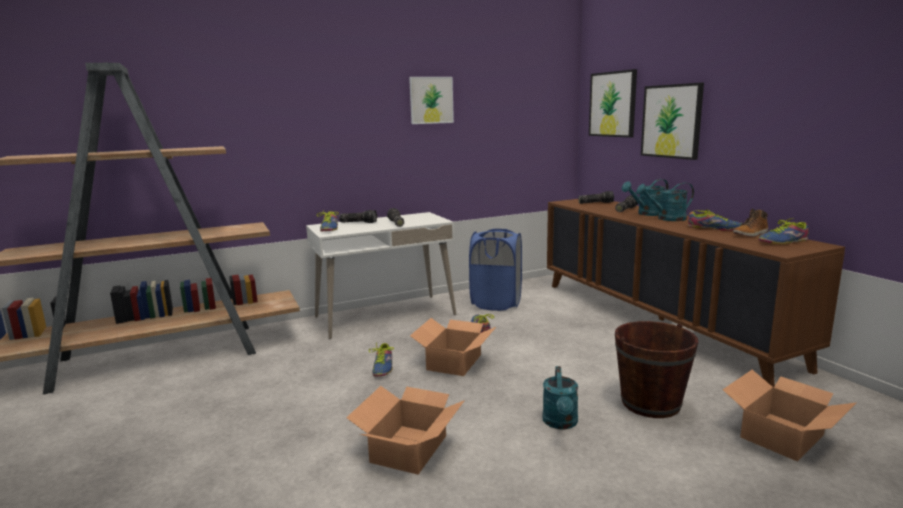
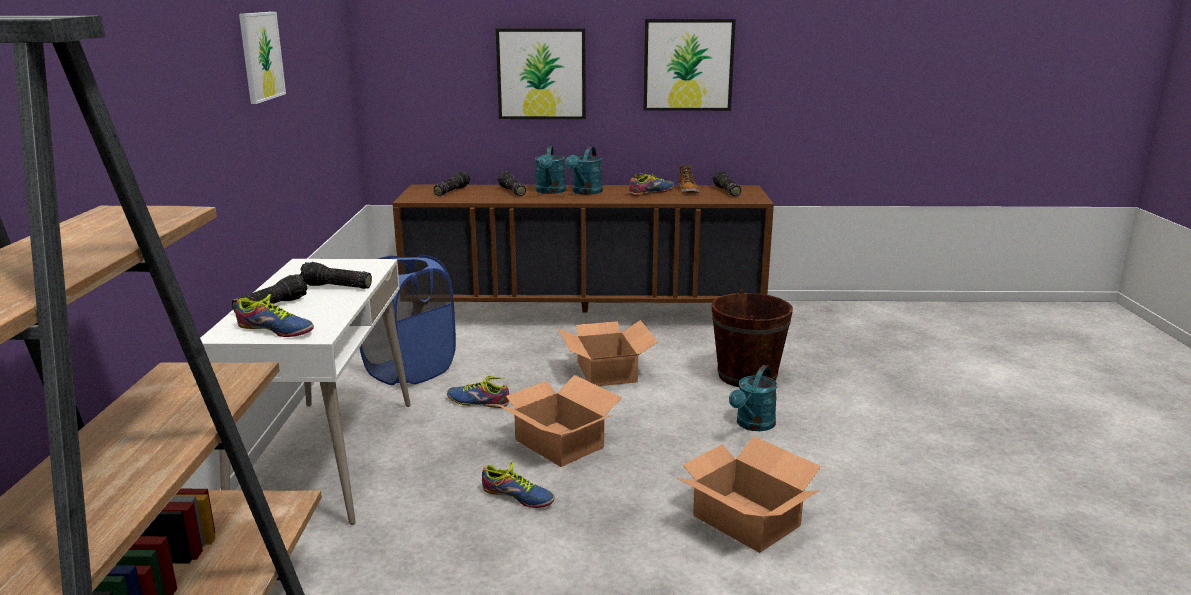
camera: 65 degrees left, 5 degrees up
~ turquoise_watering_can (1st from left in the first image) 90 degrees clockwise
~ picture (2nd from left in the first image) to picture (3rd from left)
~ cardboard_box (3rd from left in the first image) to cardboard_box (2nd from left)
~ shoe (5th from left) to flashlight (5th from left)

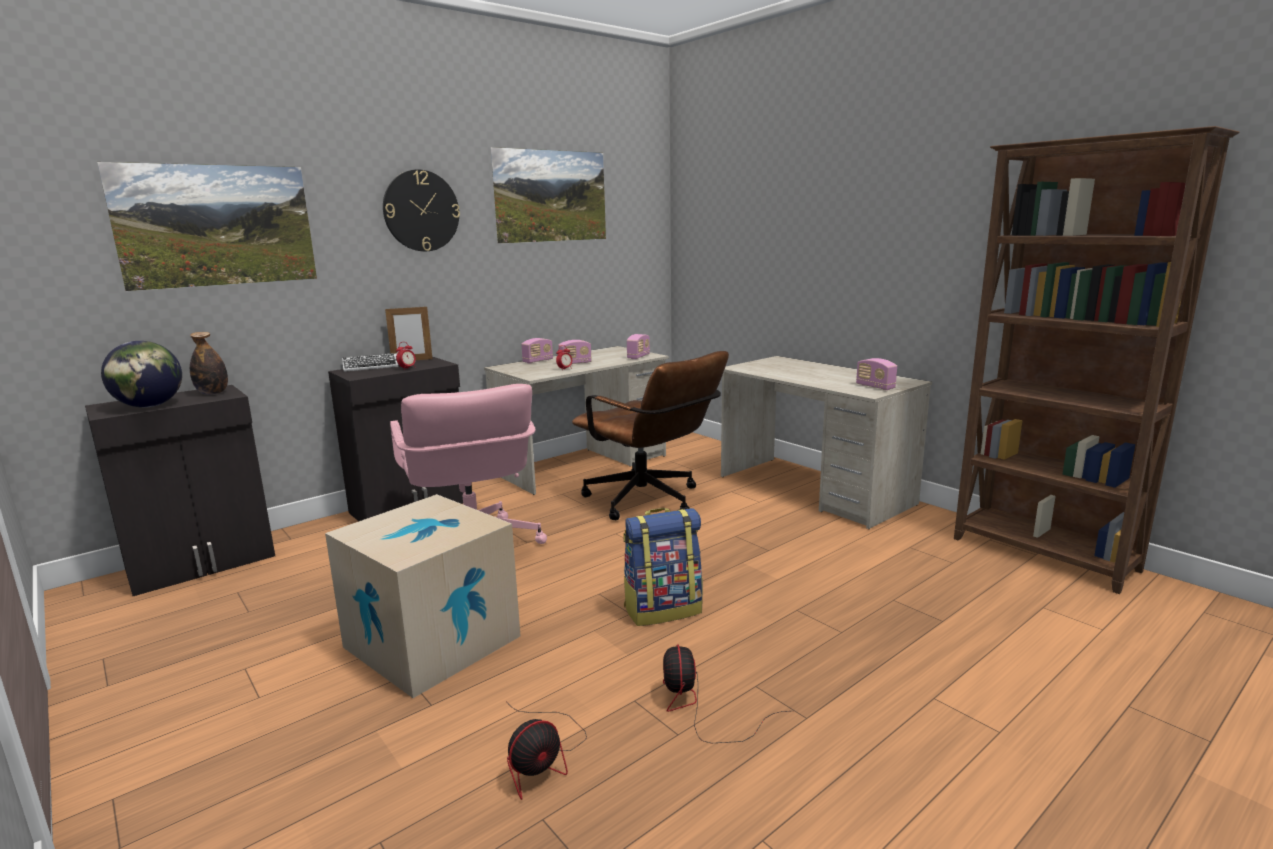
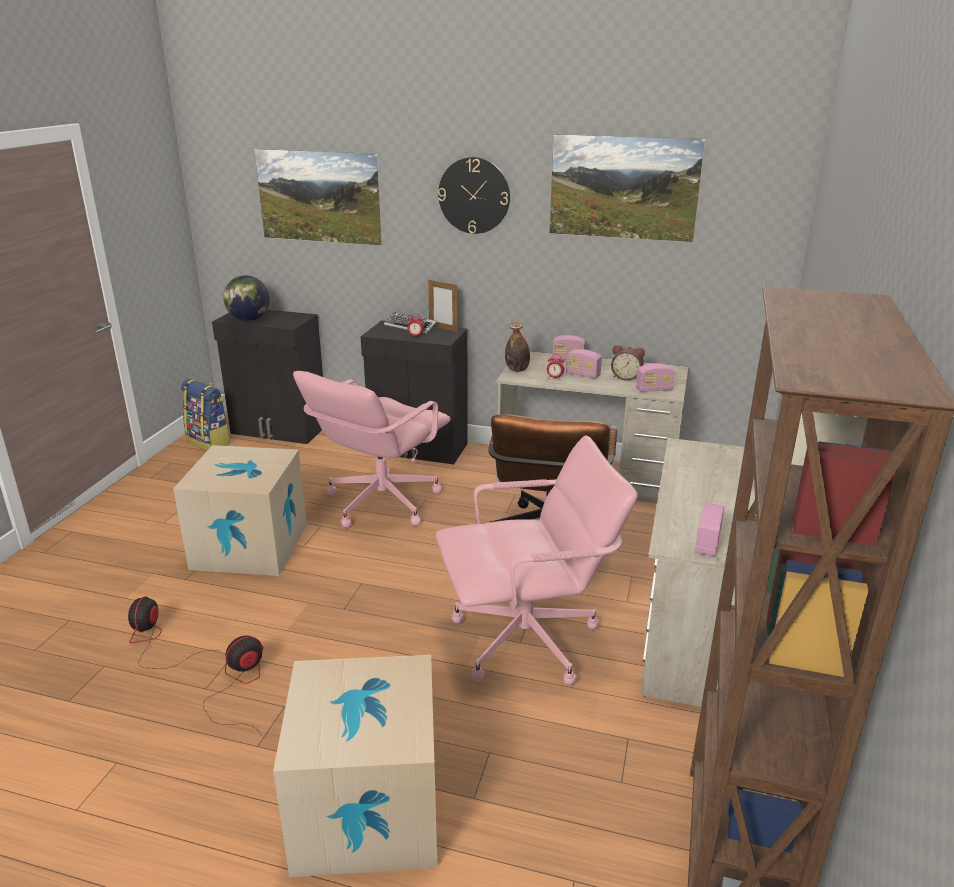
camera: 55 degrees right, 10 degrees up
~ bottle
~ fan (1st from left) 75 degrees clockwise
~ backpack
+ cardboard_box (2nd from left)
+ pink_office_chair (2nd from left)
+ alarm_clock (3rd from left)

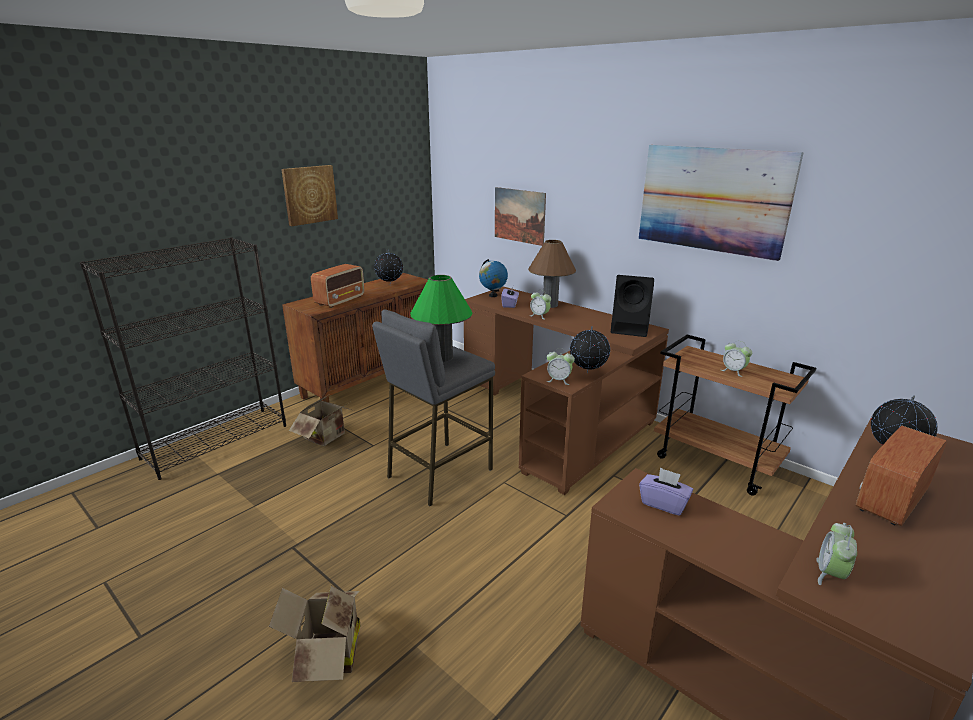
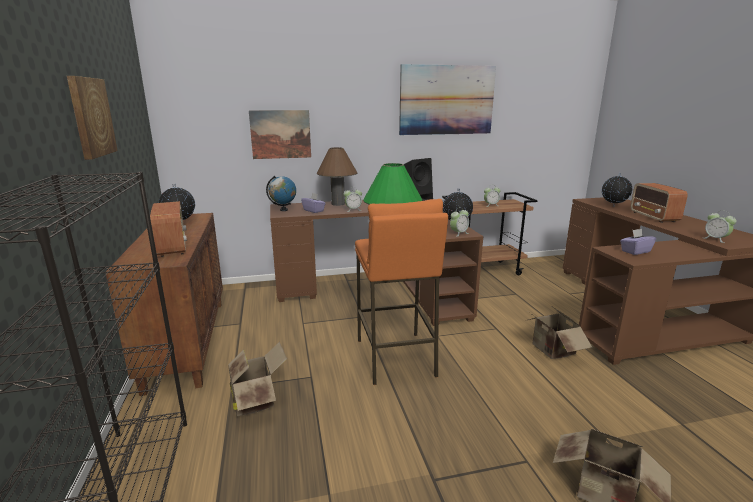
camera: 55 degrees left, 5 degrees down
~ grey_stool to orange_stool
+ cardboard_box (2nd from left)

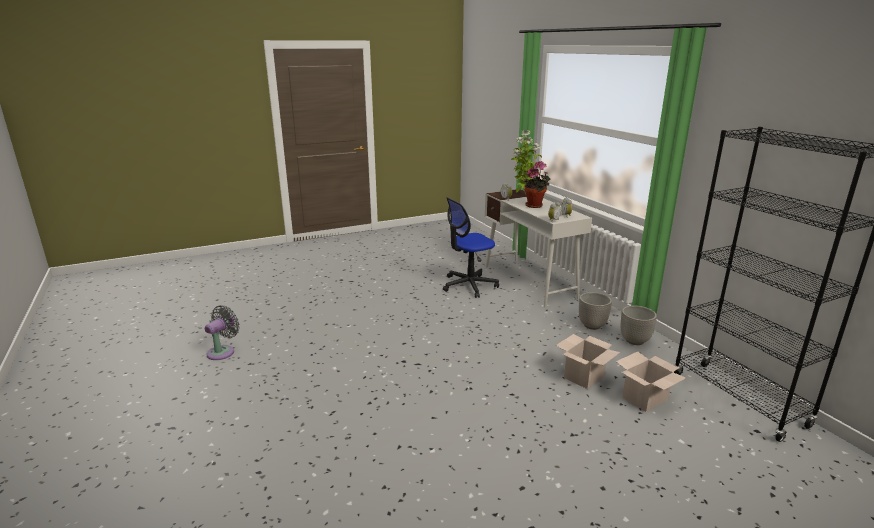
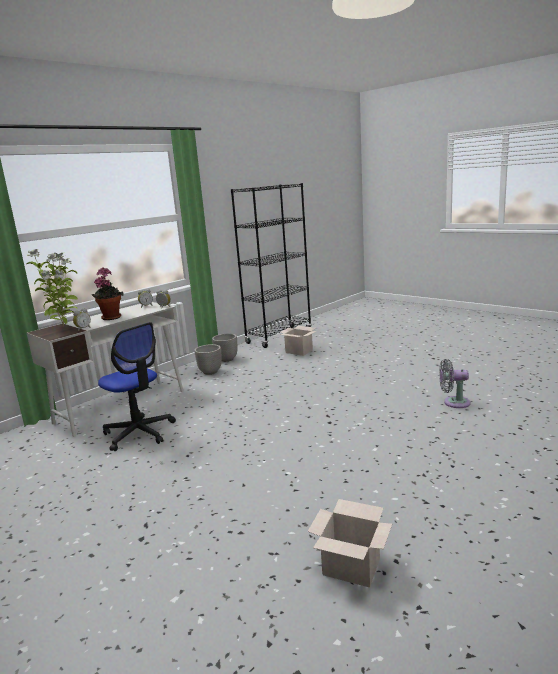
camera: 110 degrees left, 5 degrees down
~ grey_fan
~ cardboard_box (1st from left in the first image) to cardboard_box (2nd from left)

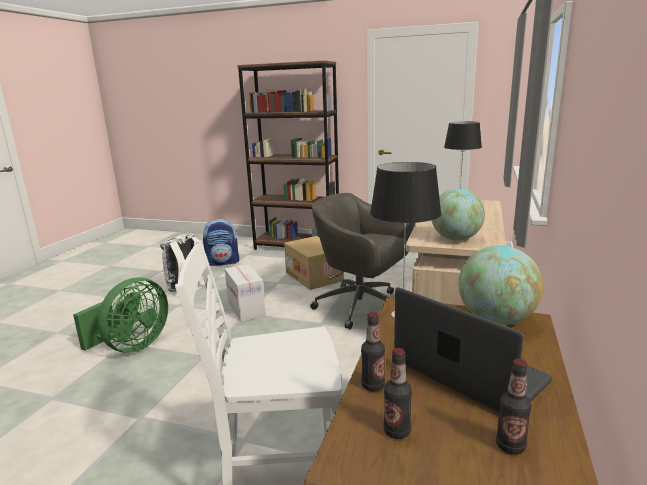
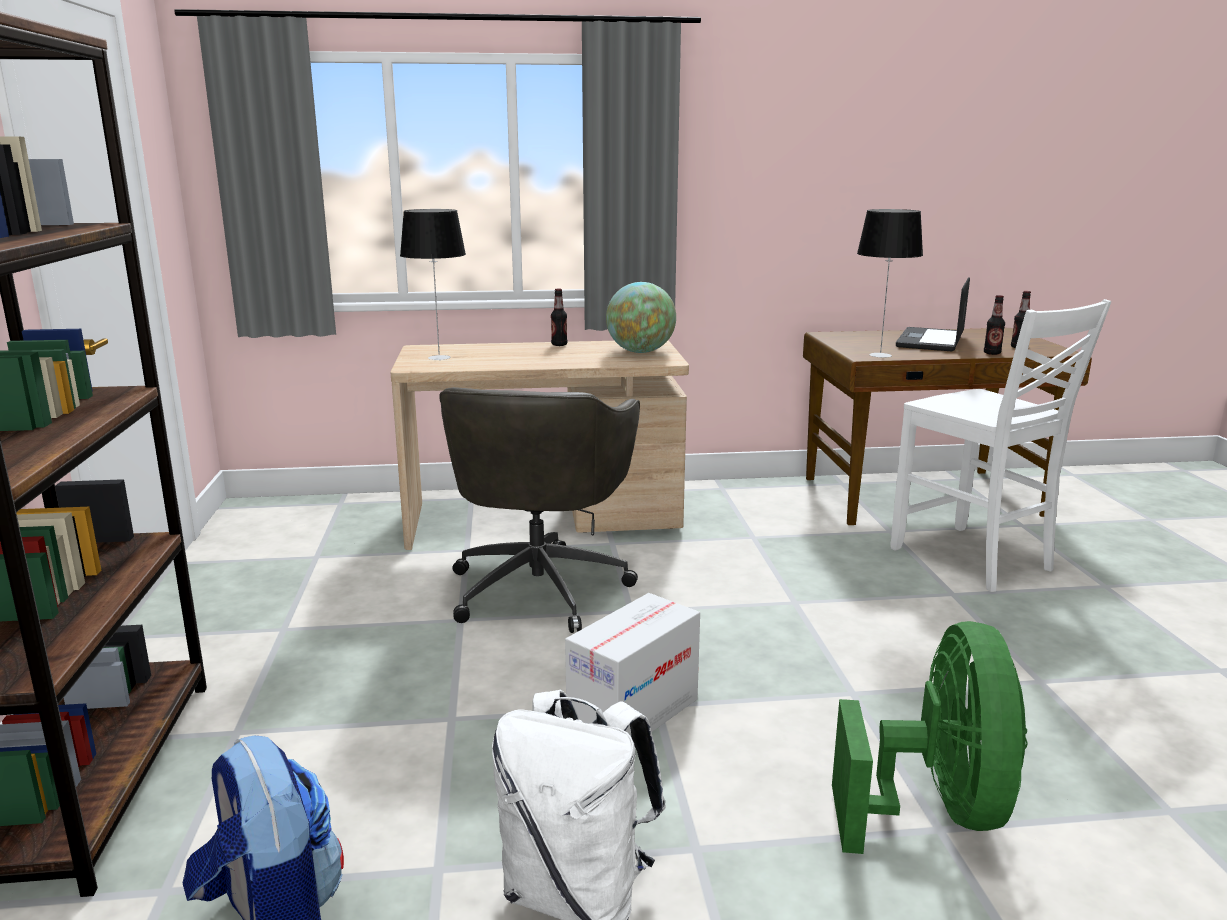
camera: 115 degrees left, 0 degrees up
~ green_fan 90 degrees clockwise
- cardboard_box (2nd from left)
- globe (2nd from left)
~ bottle (3rd from left in the first image) to bottle (1st from left)

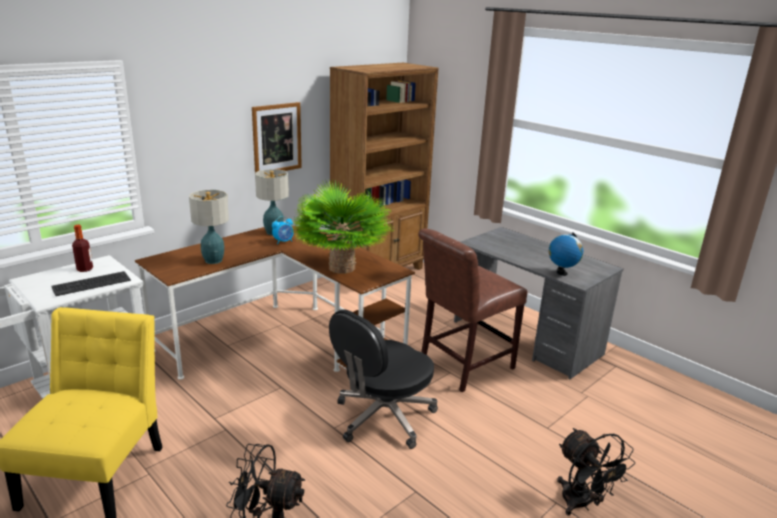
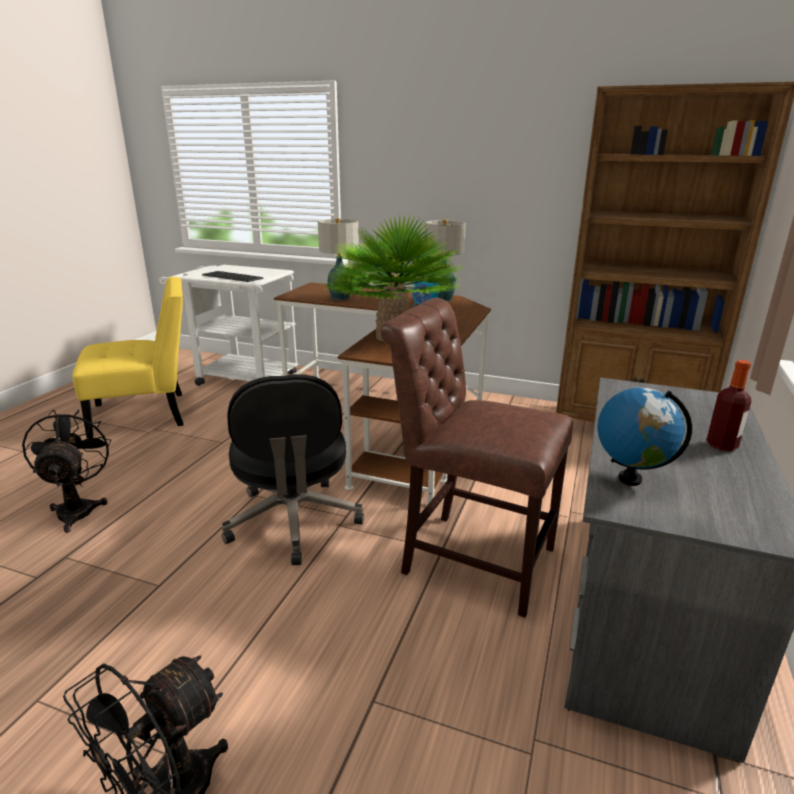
camera: 65 degrees right, 0 degrees up
~ bottle
- picture
~ black_office_chair 120 degrees counterclockwise

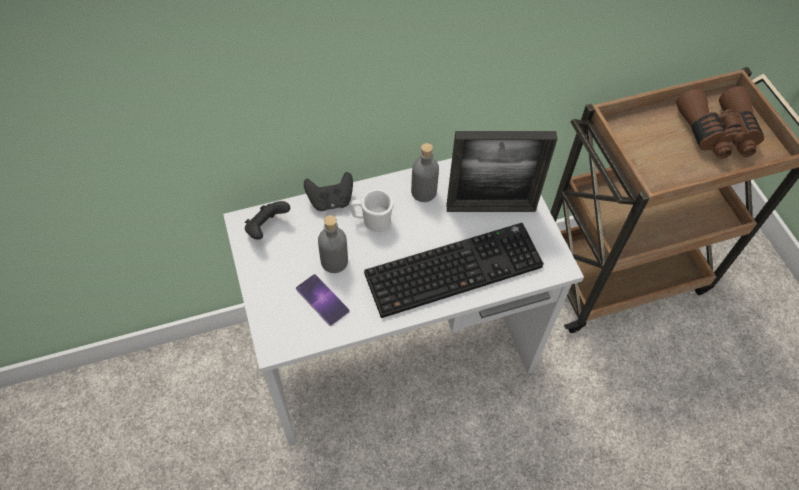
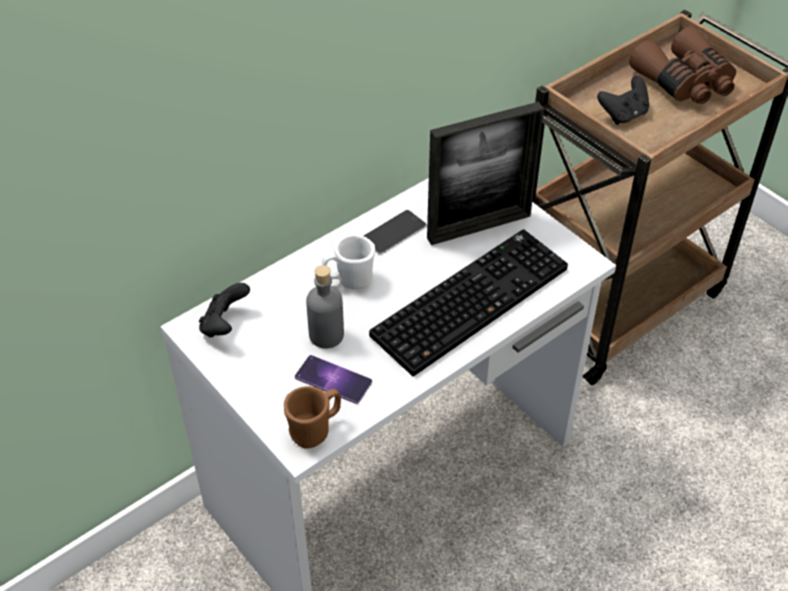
camera: 20 degrees left, 10 degrees down
~ black_game_controller (2nd from left)
~ grey_bottle (2nd from left) to phone (2nd from left)
+ brown_mug

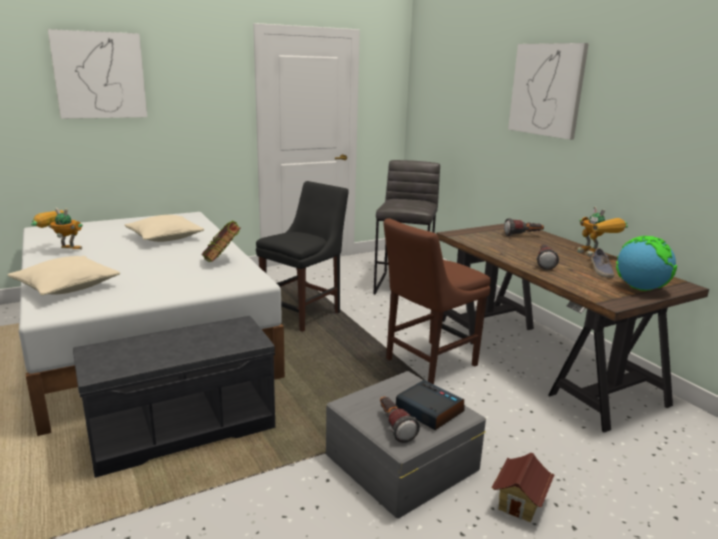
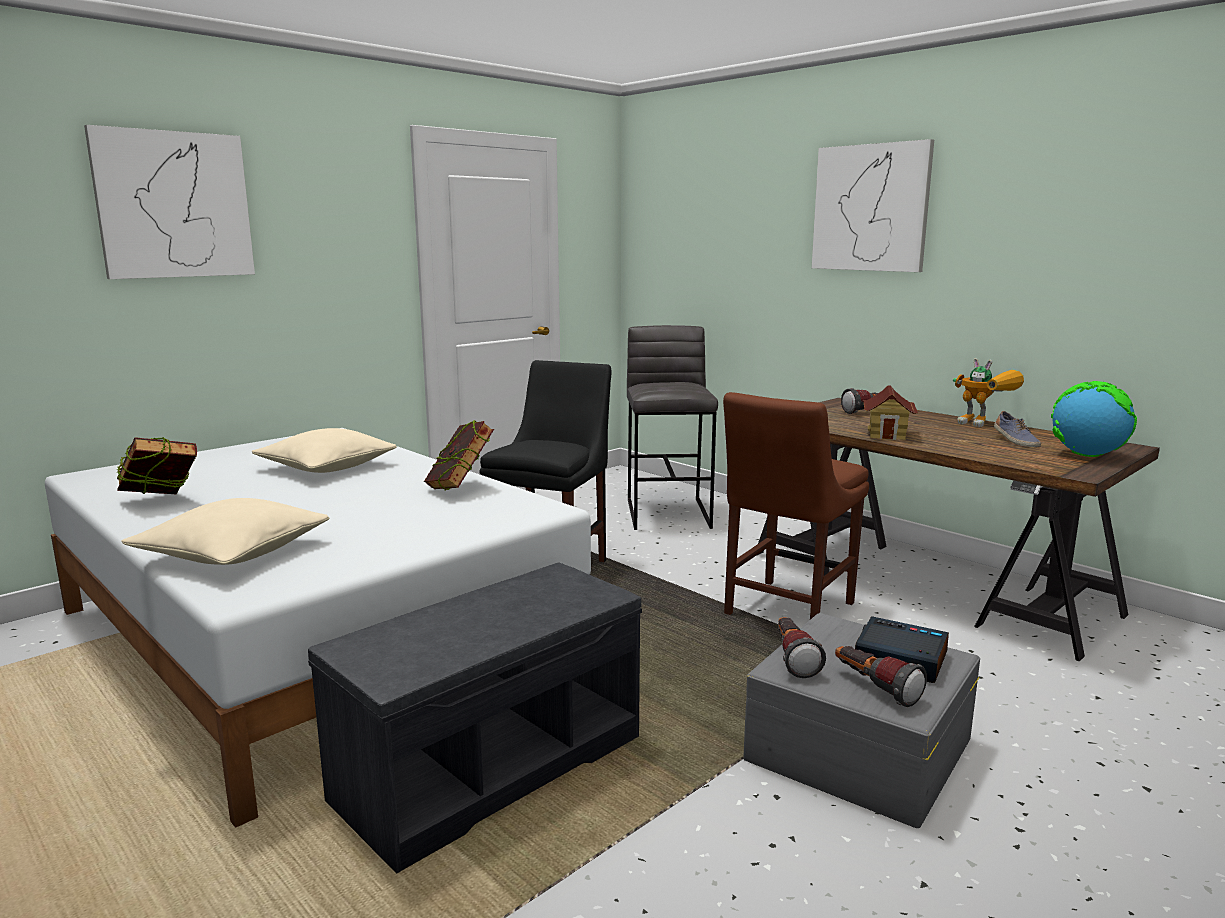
camera: 15 degrees left, 5 degrees down
~ toy_robot (1st from left) to book (1st from left)
~ toy_house
~ flashlight (3rd from left in the first image) to flashlight (1st from left)

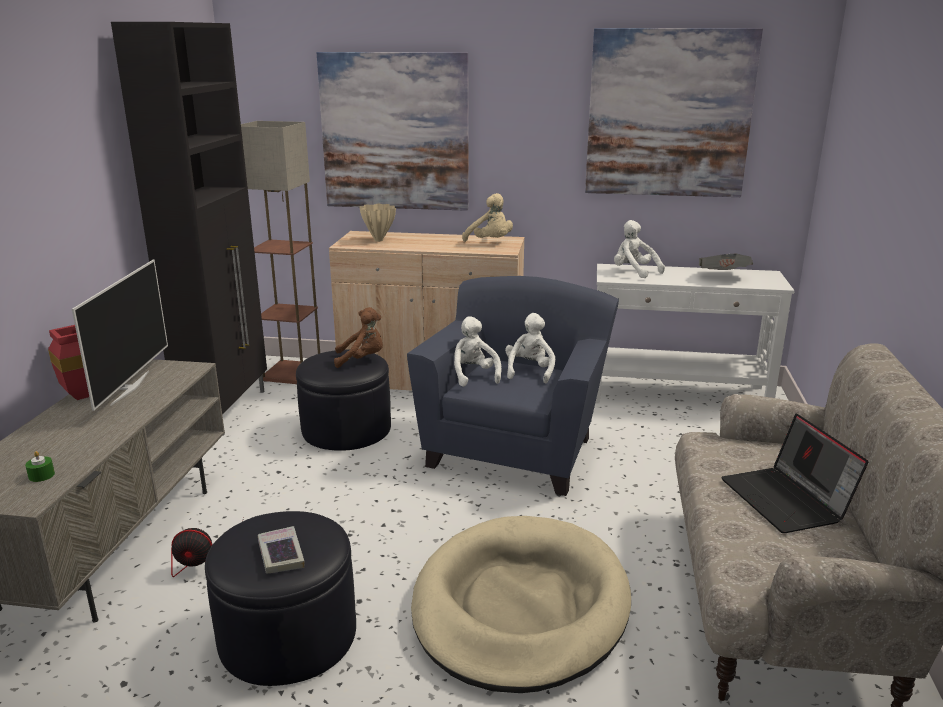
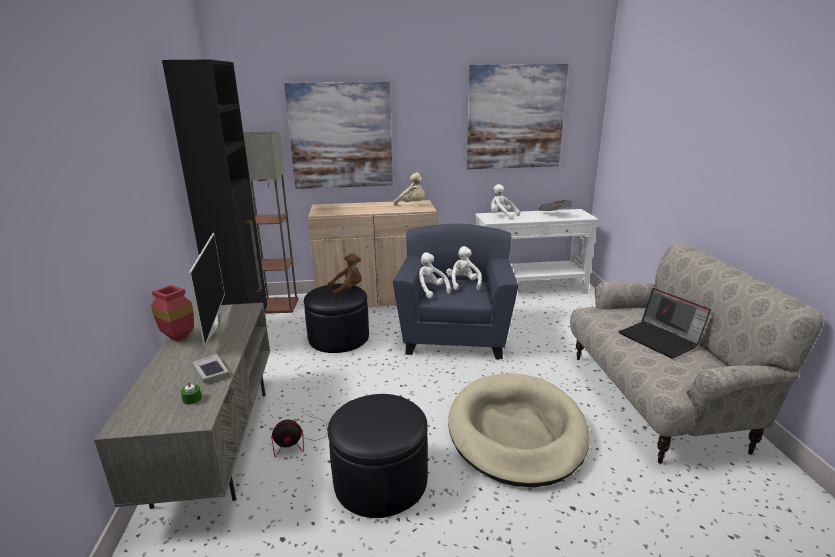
camera: 15 degrees left, 0 degrees up
~ book
- beige_vase

